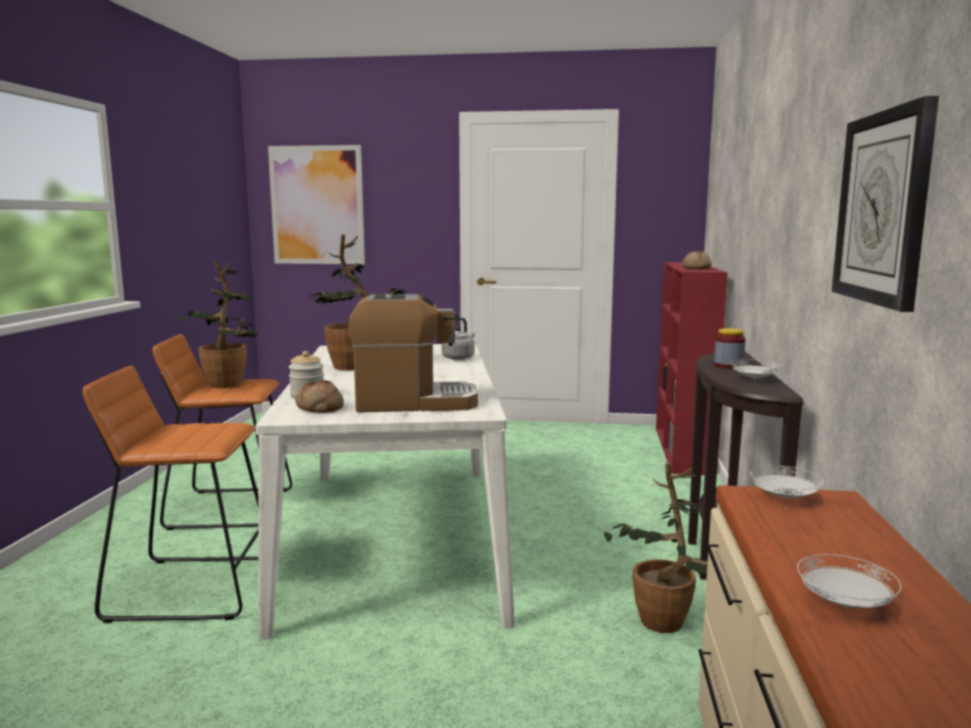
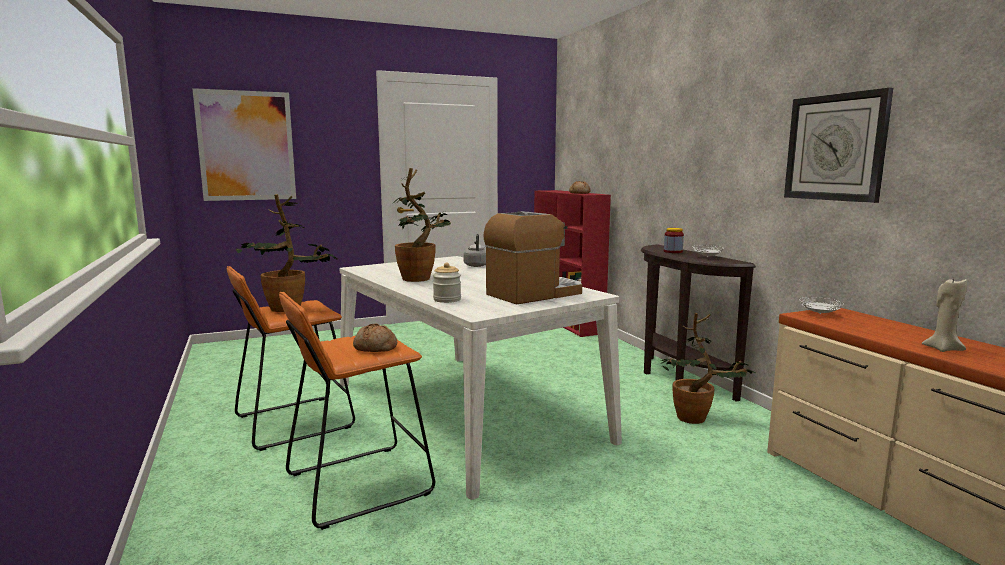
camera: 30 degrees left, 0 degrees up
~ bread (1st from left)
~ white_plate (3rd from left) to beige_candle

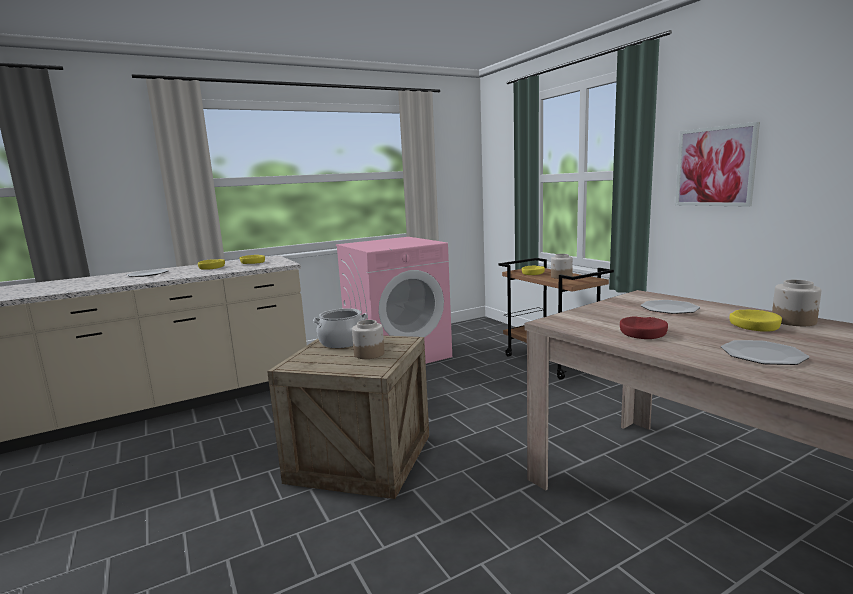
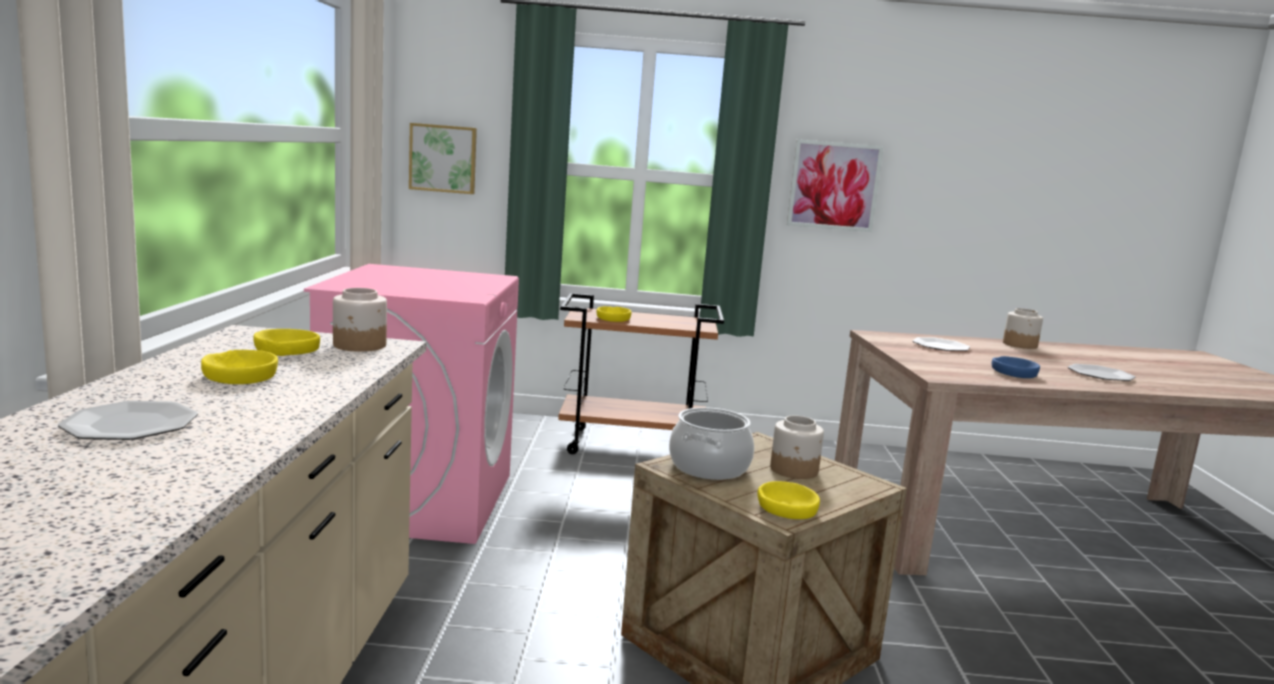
camera: 60 degrees left, 0 degrees up
~ jar (2nd from left in the first image) to jar (1st from left)
~ red_bowl to blue_bowl
~ yellow_bowl (4th from left)
+ picture (1st from left)

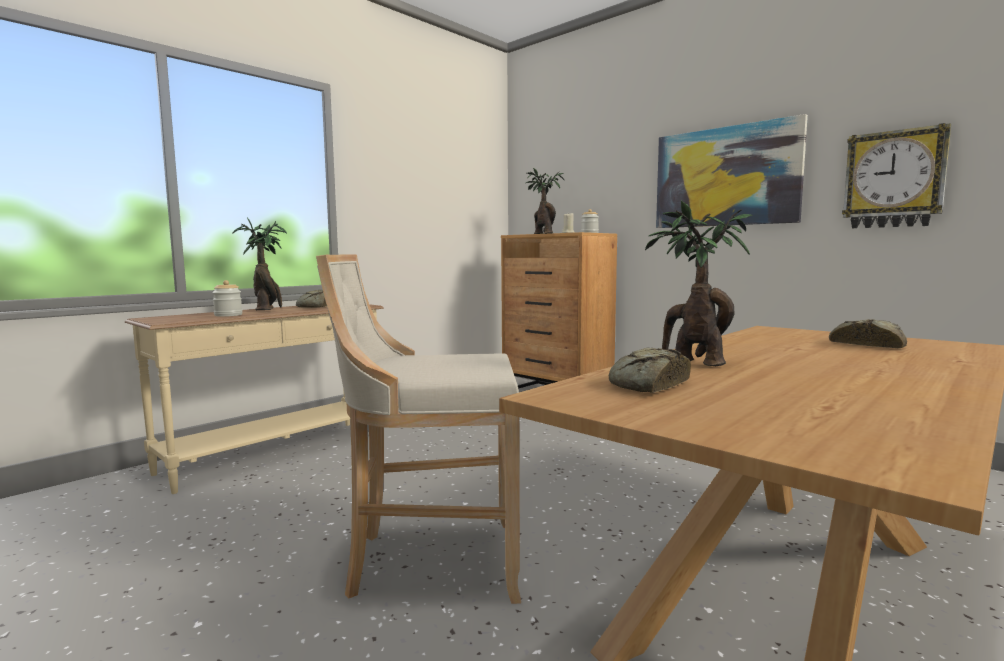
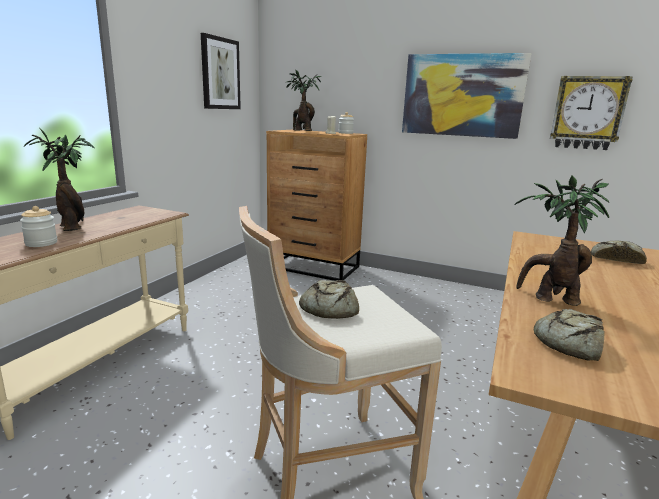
camera: 20 degrees left, 10 degrees up
~ bread (1st from left)
+ picture (1st from left)

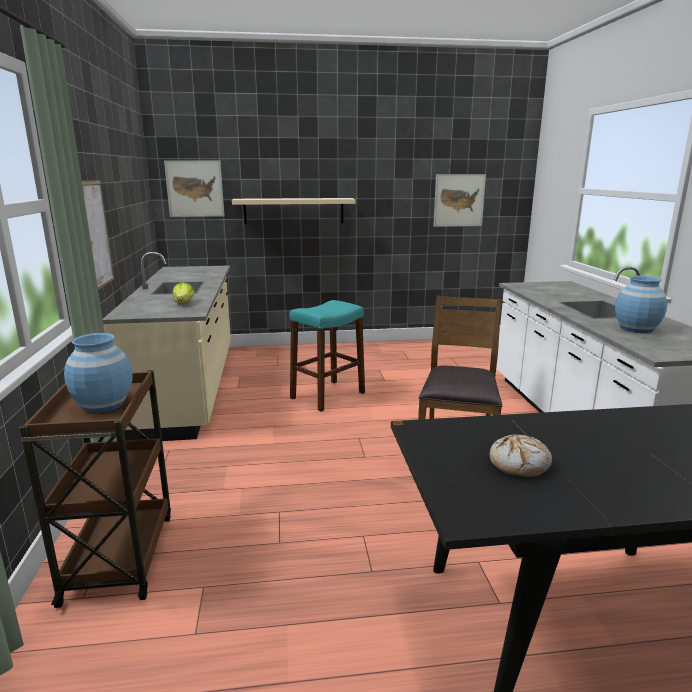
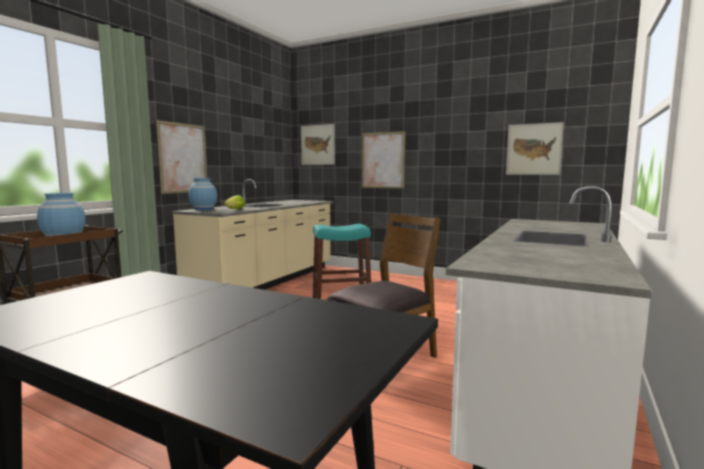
camera: 35 degrees right, 10 degrees down
~ beige_shelf to picture (3rd from left)
- bread
~ blue_vase (2nd from left)

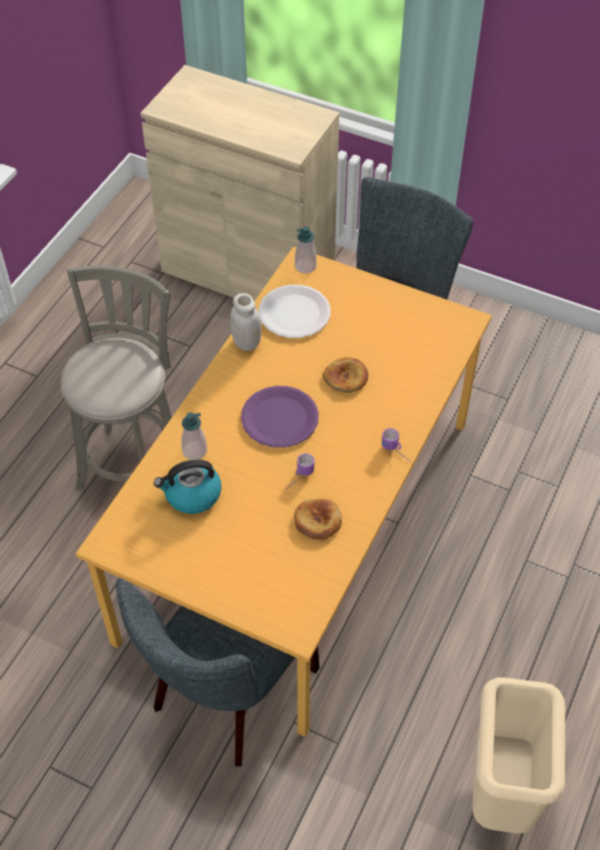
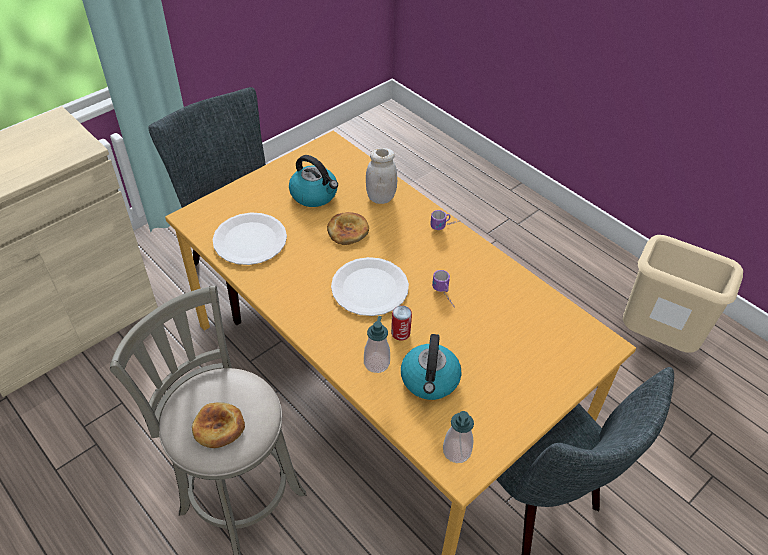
camera: 70 degrees left, 5 degrees down
~ white_jar
~ purple_plate to white_plate (2nd from left)
~ bread (1st from left)
~ soap_dispenser (2nd from left)
+ kettle (1st from left)
+ can

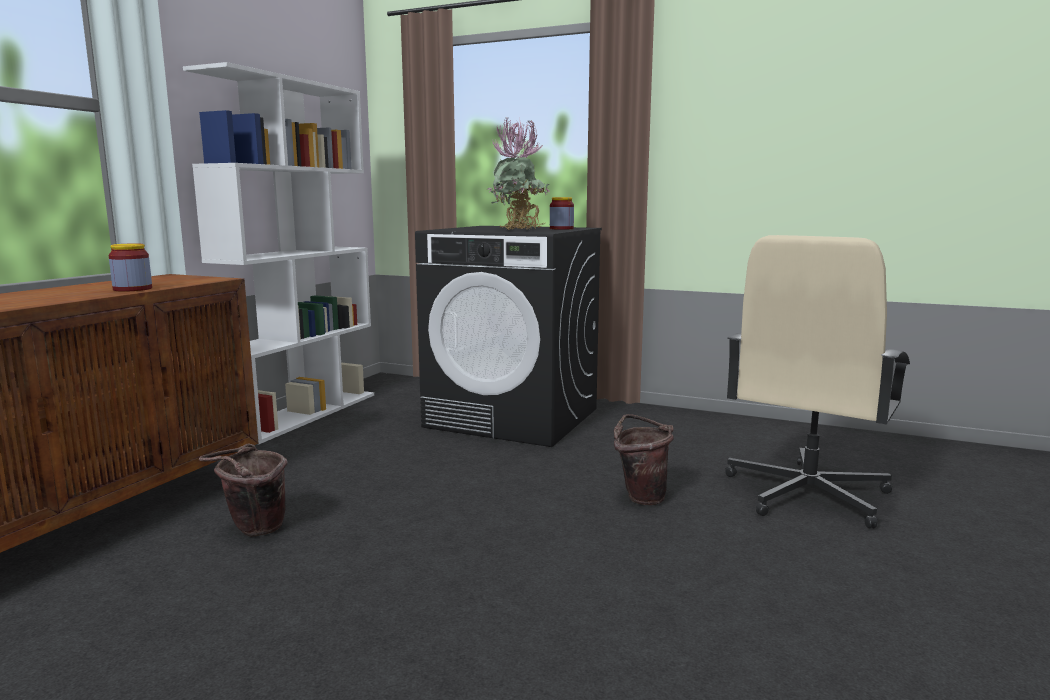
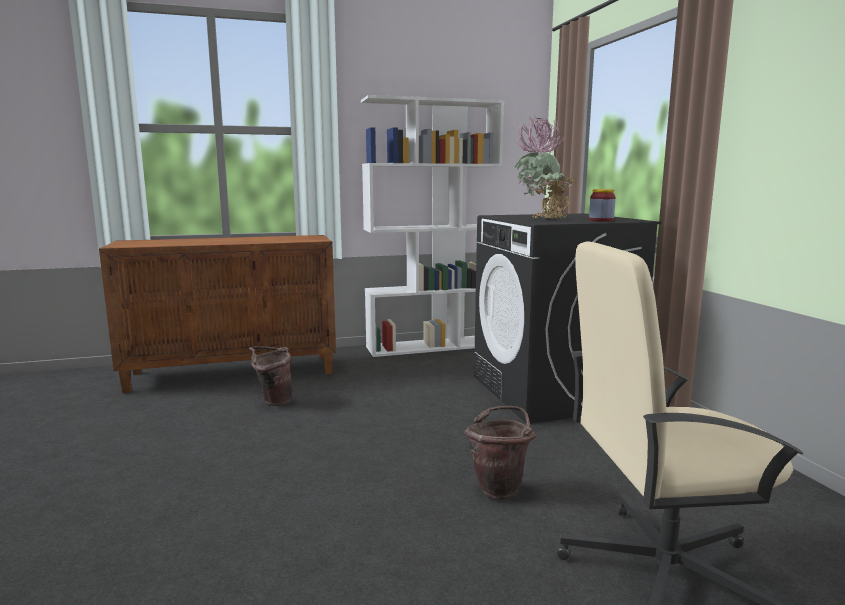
camera: 50 degrees right, 0 degrees up
- jar (1st from left)

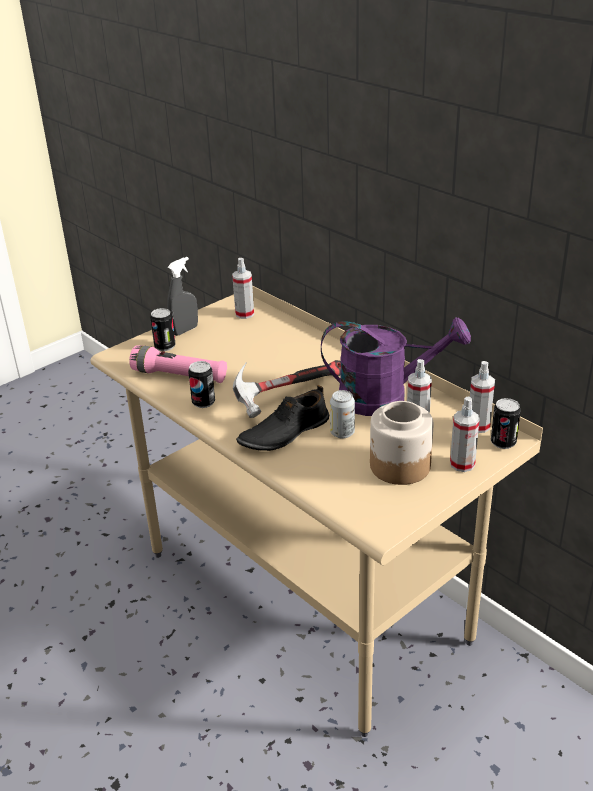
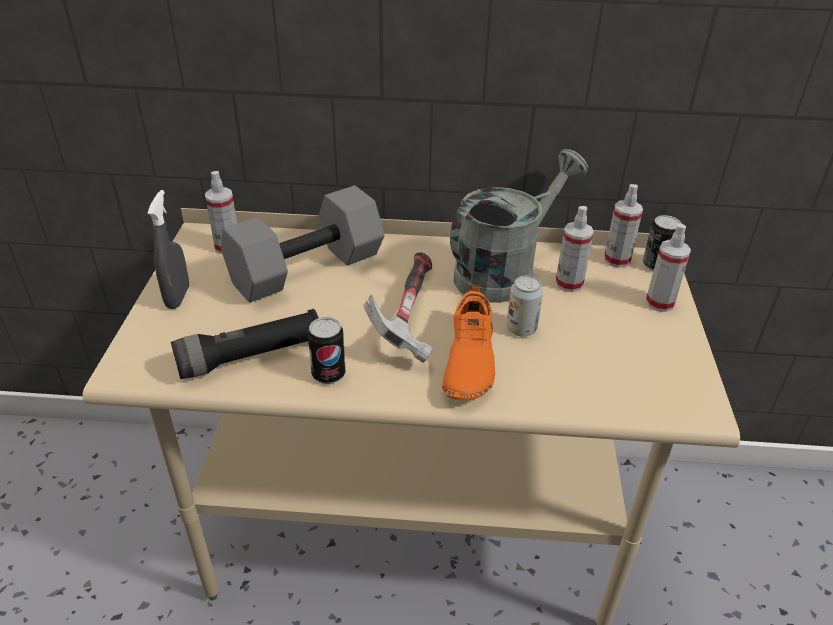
camera: 45 degrees left, 5 degrees up
~ pink_flashlight to black_flashlight
- can (1st from left)
~ black_shoe to orange_shoe
~ purple_watering_can to grey_watering_can
- jar
+ grey_dumbbell

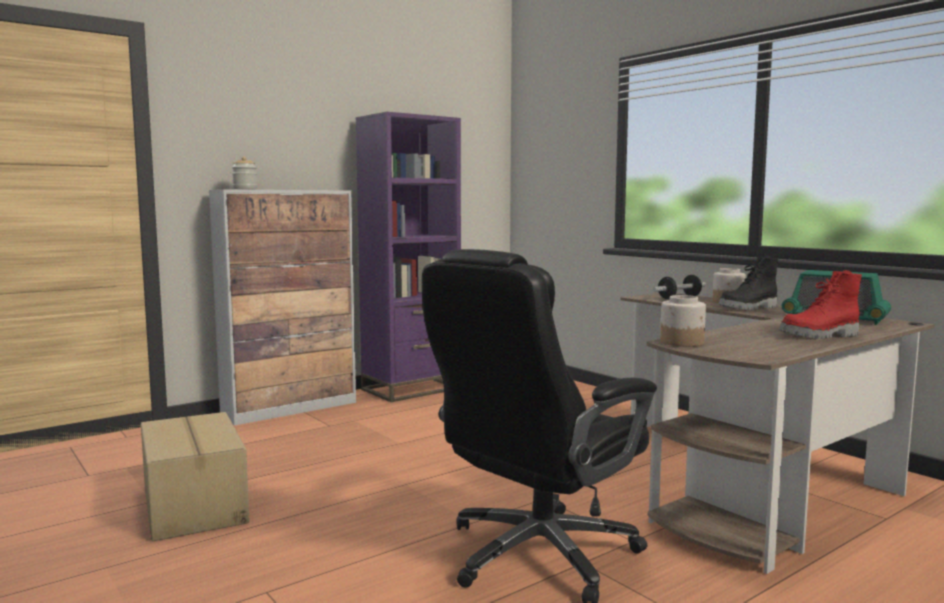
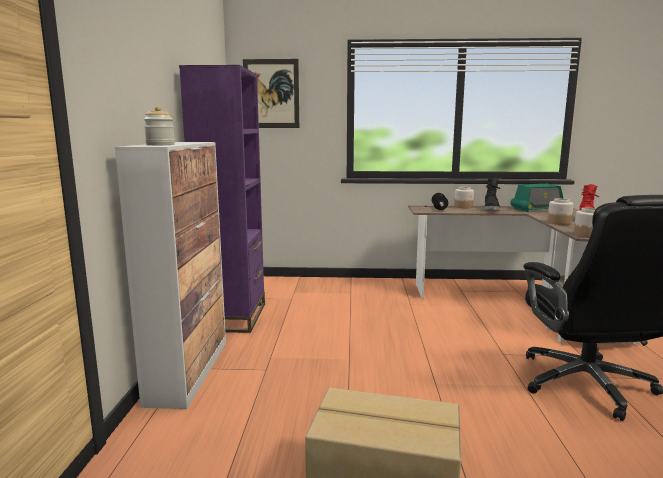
camera: 50 degrees left, 5 degrees up
+ picture
+ jar (3rd from left)

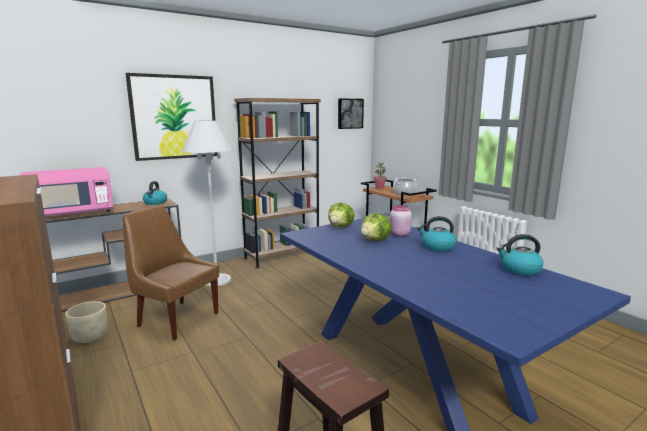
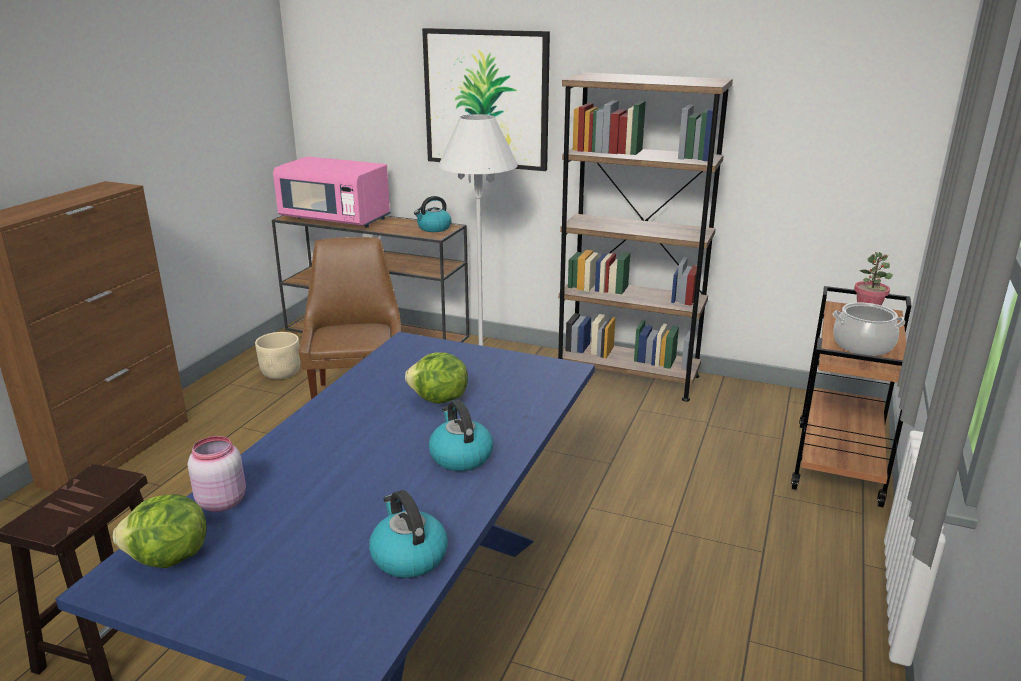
camera: 55 degrees right, 10 degrees up
~ lettuce (1st from left)
- picture (2nd from left)
~ pink_jar

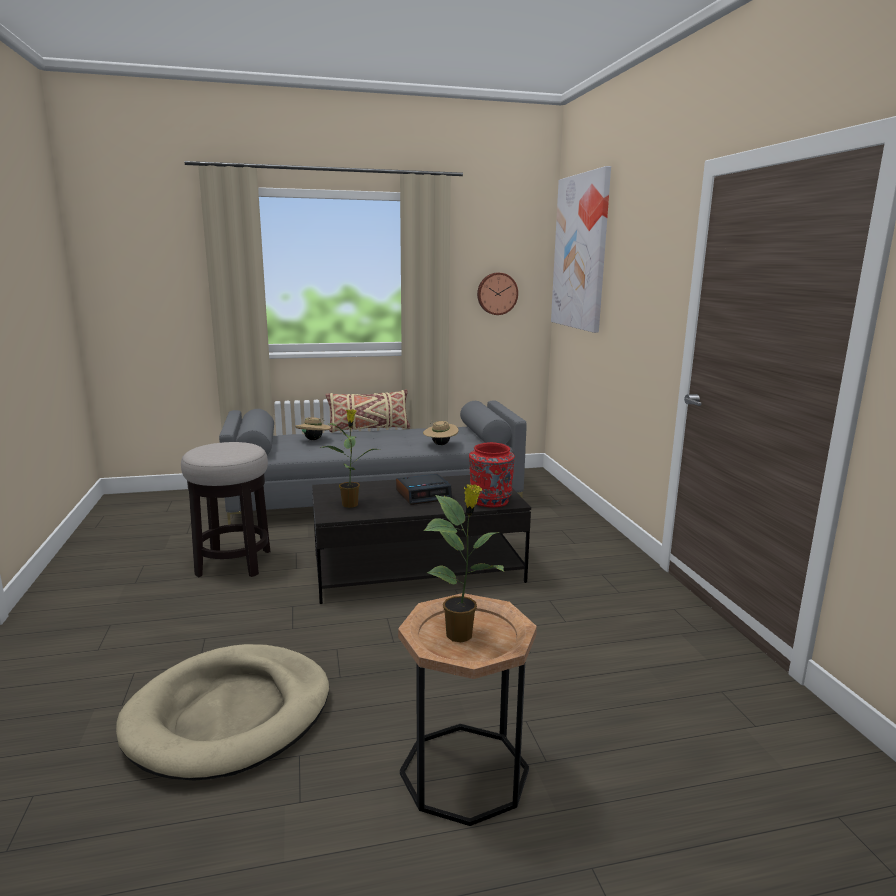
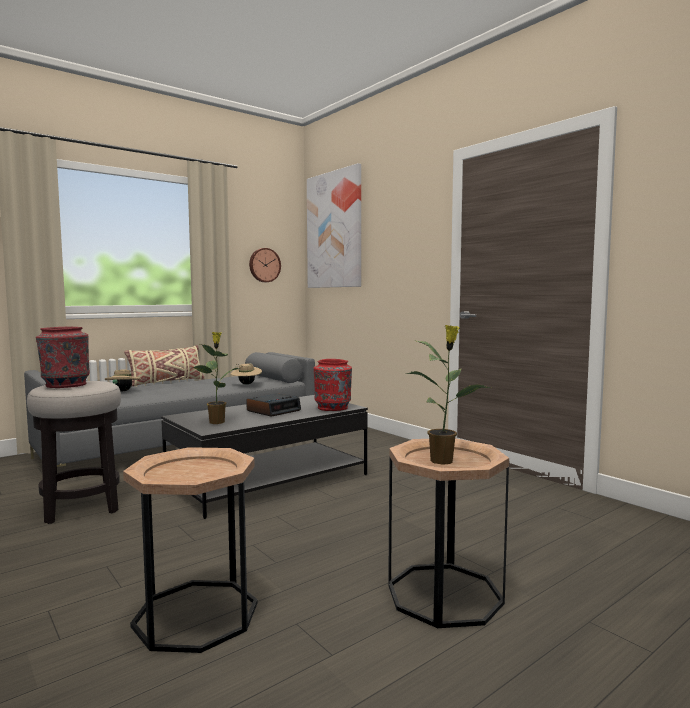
camera: 25 degrees left, 10 degrees down
~ beige_dog_bed to brown_side_table (1st from left)
+ red_vase (1st from left)

